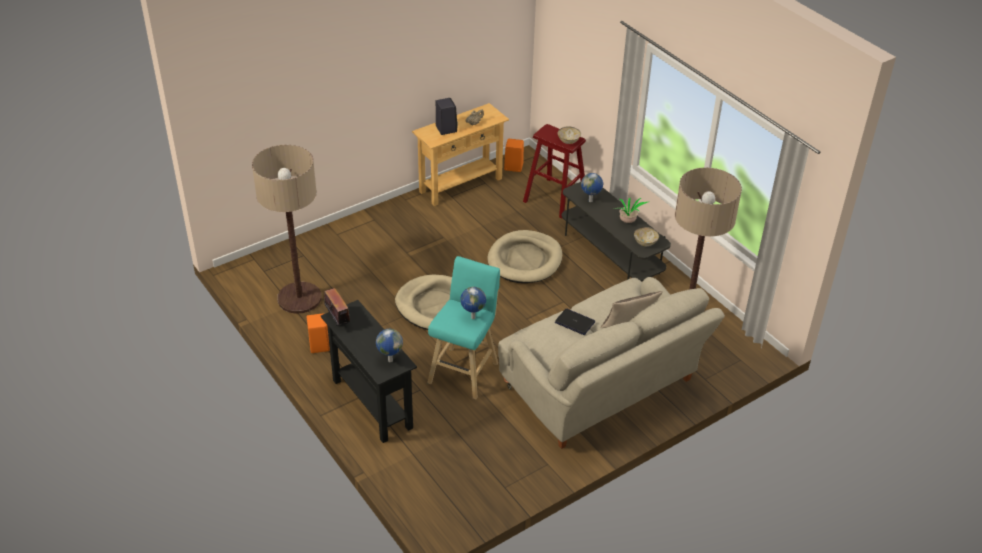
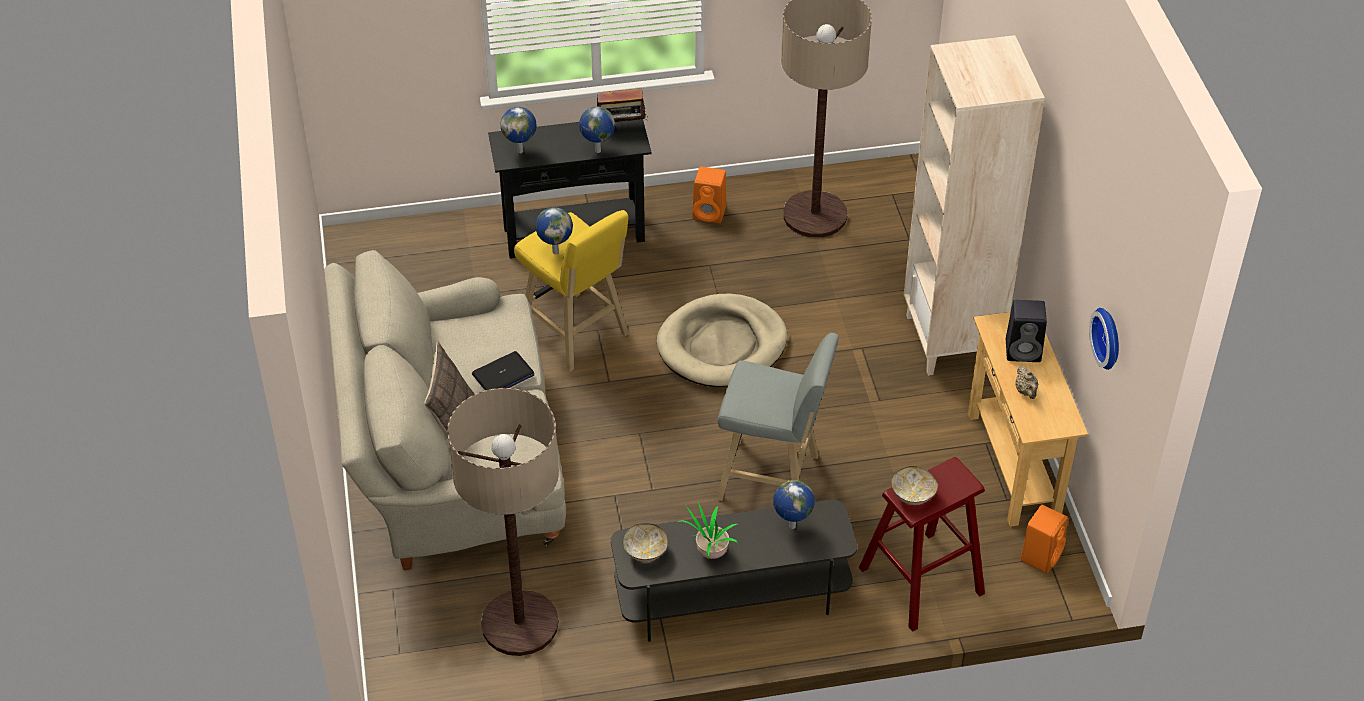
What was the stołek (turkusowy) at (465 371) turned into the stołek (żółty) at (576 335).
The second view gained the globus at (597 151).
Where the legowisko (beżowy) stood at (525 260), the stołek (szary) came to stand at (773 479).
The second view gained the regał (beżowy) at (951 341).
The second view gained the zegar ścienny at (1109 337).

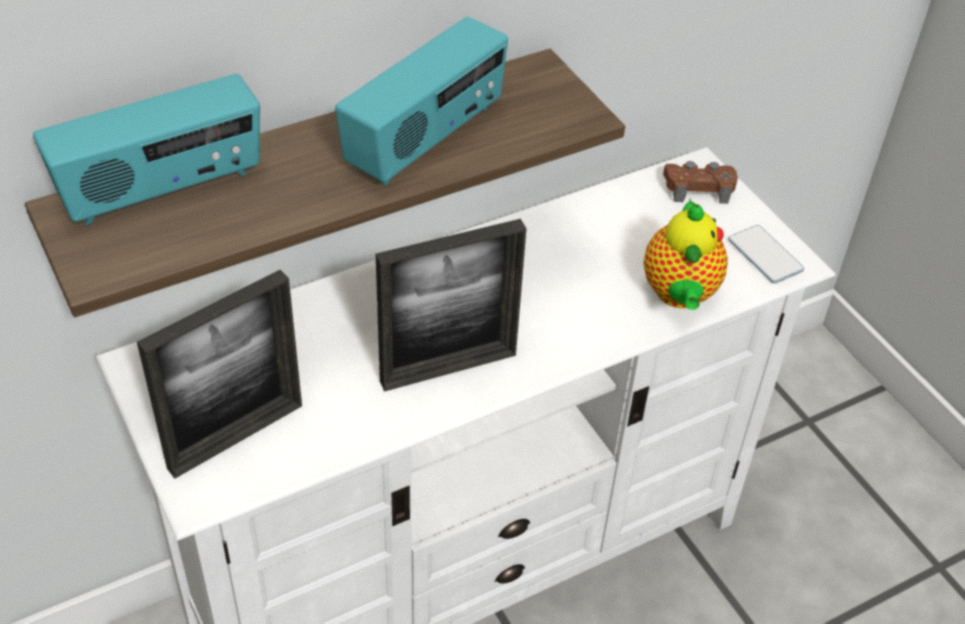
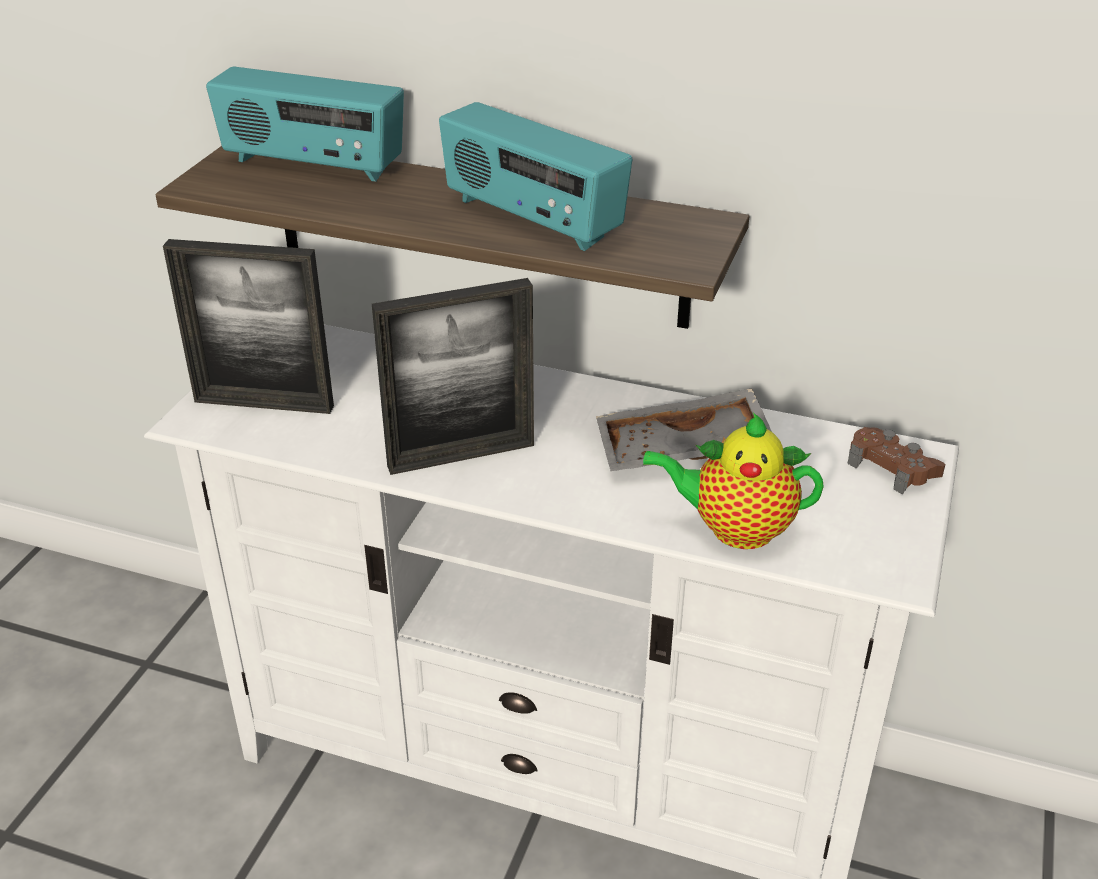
The ramka na zdjęcie at (448 368) ended up facing another way, 45 degrees counterclockwise from before.
The radio at (426 140) ended up facing another way, 45 degrees clockwise from before.
The second view gained the taca (szary) at (682 451).
The imbryk at (679 295) ended up facing another way, 45 degrees clockwise from before.
The second view lost the telefon at (765 255).

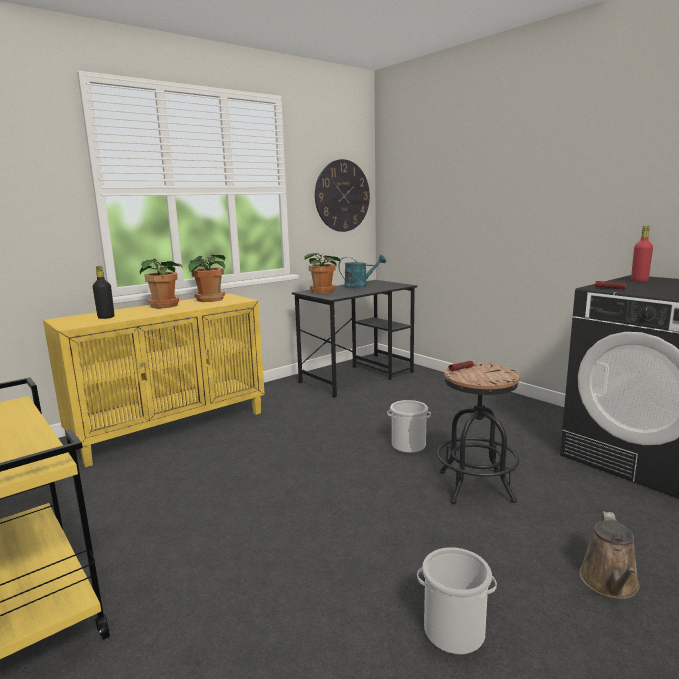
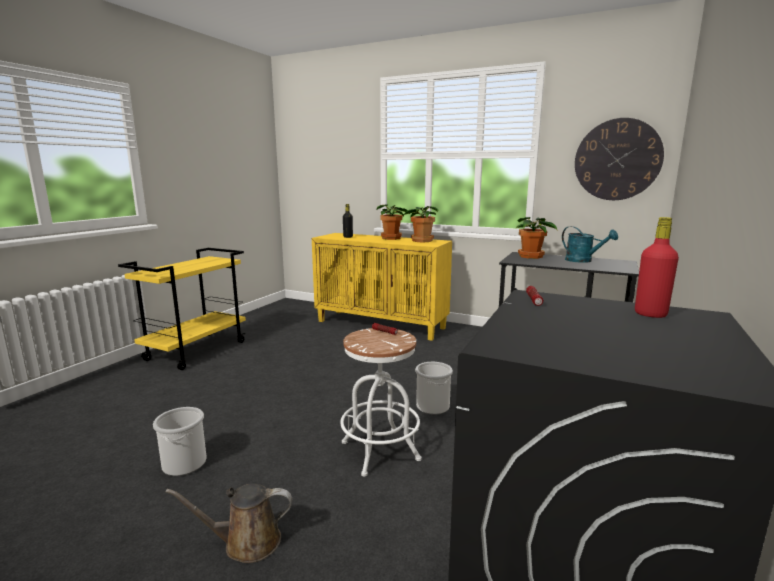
What was the stołek (czarny) at (475 486) turned into the stołek (biały) at (380 451).

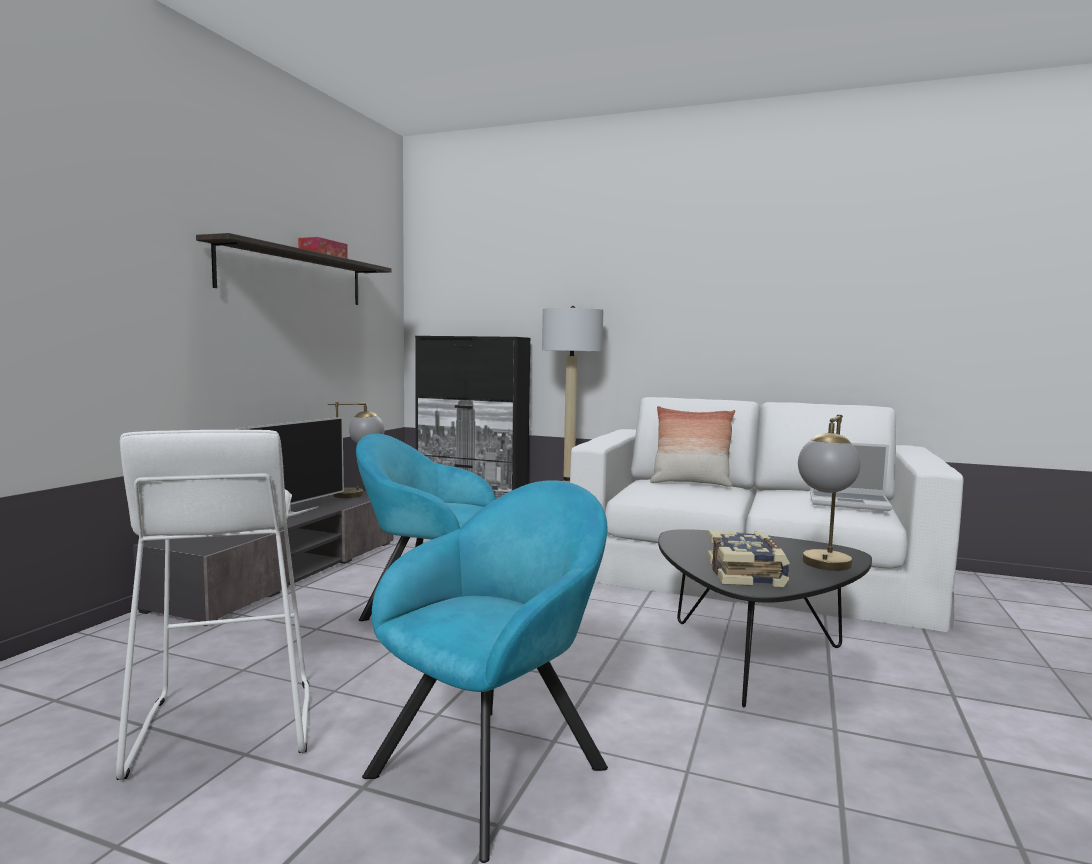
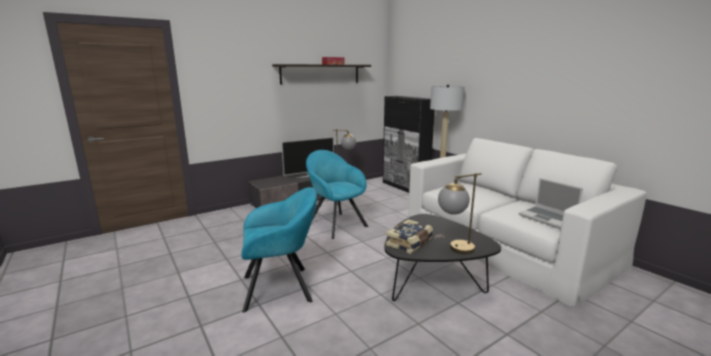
The second view lost the stołek (biały) at (224 726).
The second view lost the poduszka at (690 483).

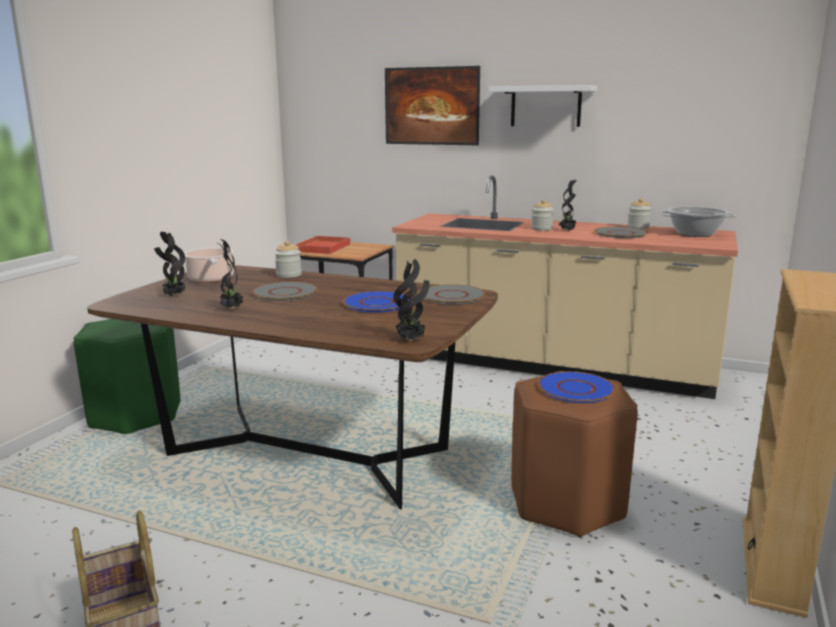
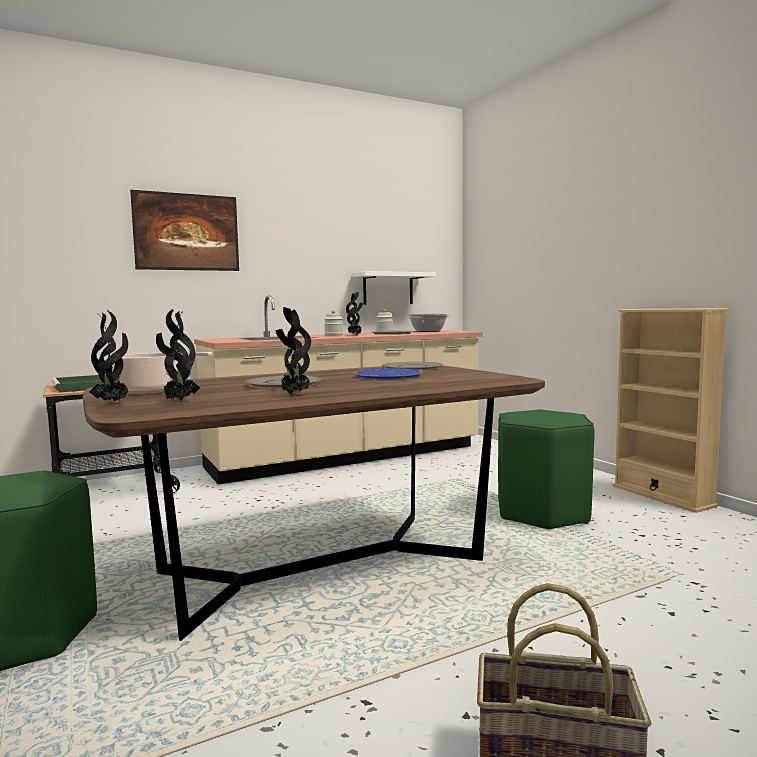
What was the taca (czerwony) at (322 248) turned into the taca (zielony) at (83 387).
The roślina doniczkowa ended up elsewhere, having gone from (411 340) to (113 403).
The półka (biały) ended up elsewhere, having gone from (545 106) to (388 288).
What was the stołek (brązowy) at (566 504) turned into the stołek (zielony) at (543 514).
The second view lost the słoik at (288 275).
The second view lost the talerz (niebieski) at (575 389).

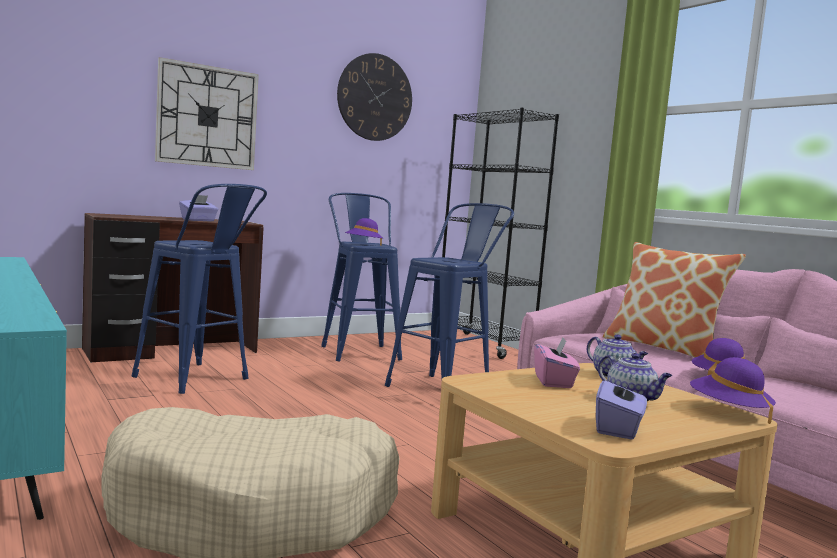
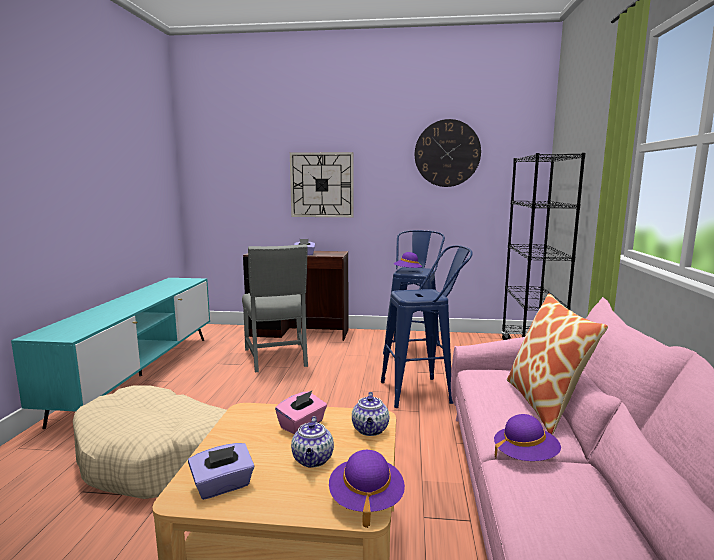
Where the stołek (niebieski) stood at (198 381), the krzesło (szary) came to stand at (277 358).

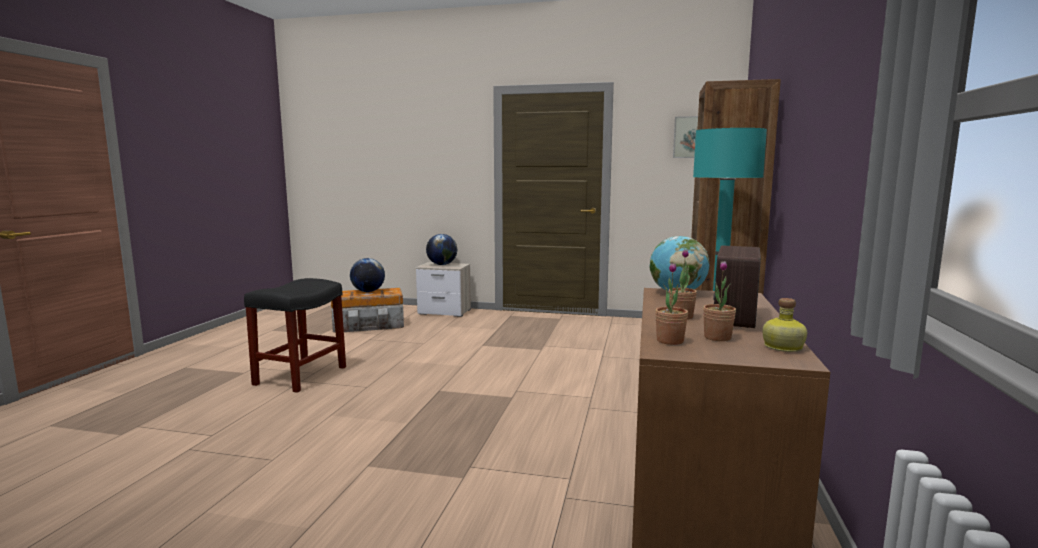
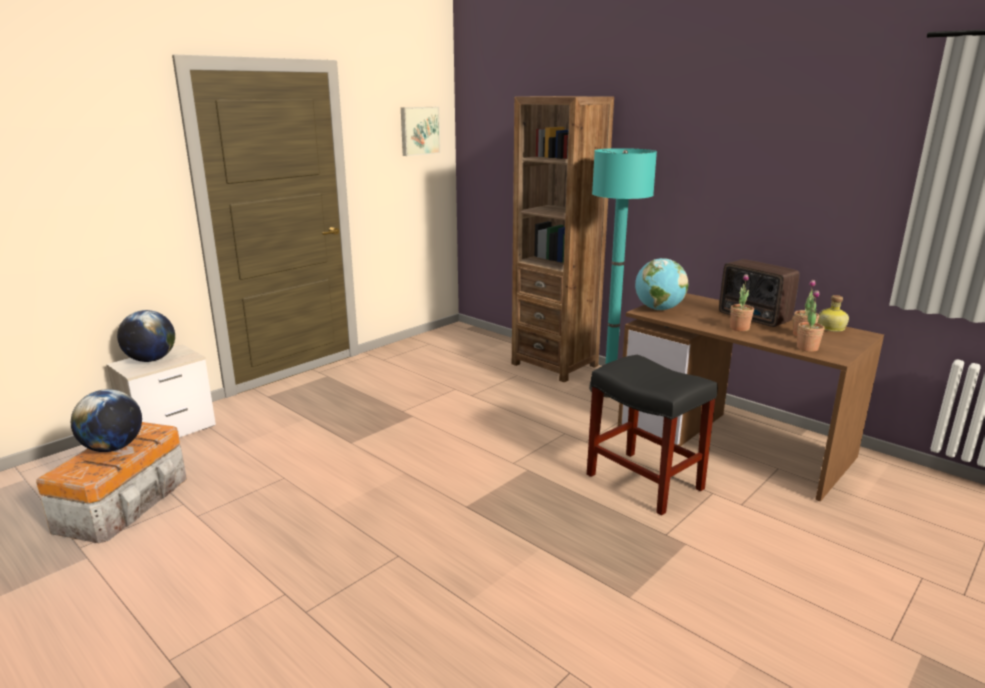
The stołek (czarny) ended up elsewhere, having gone from (301 375) to (642 481).

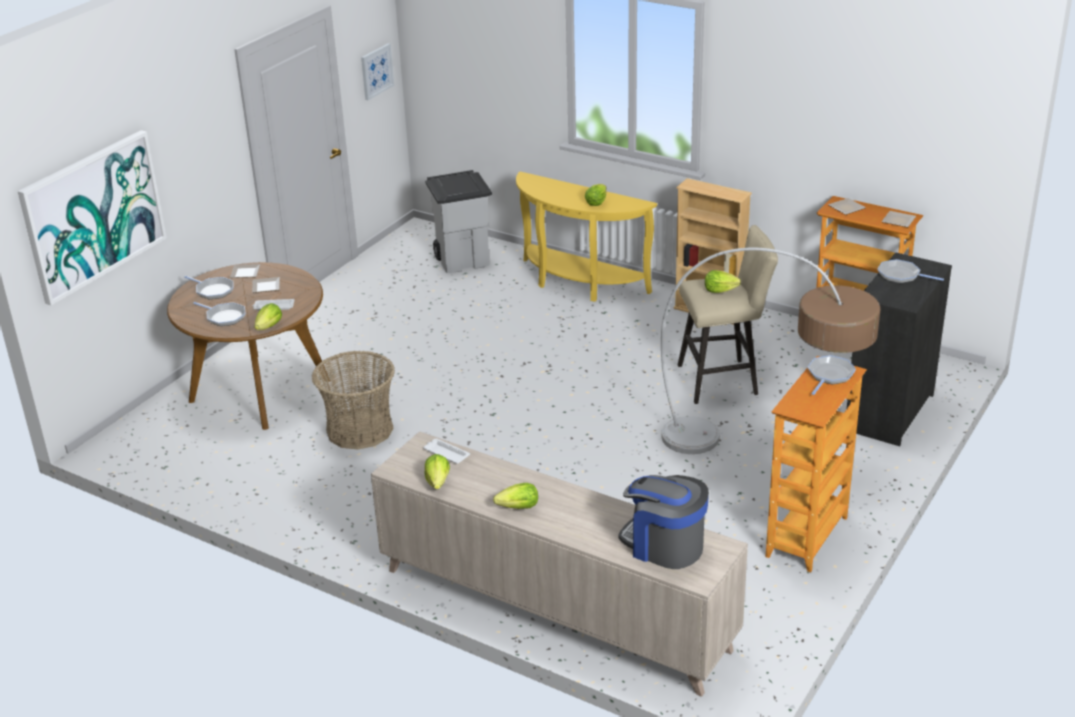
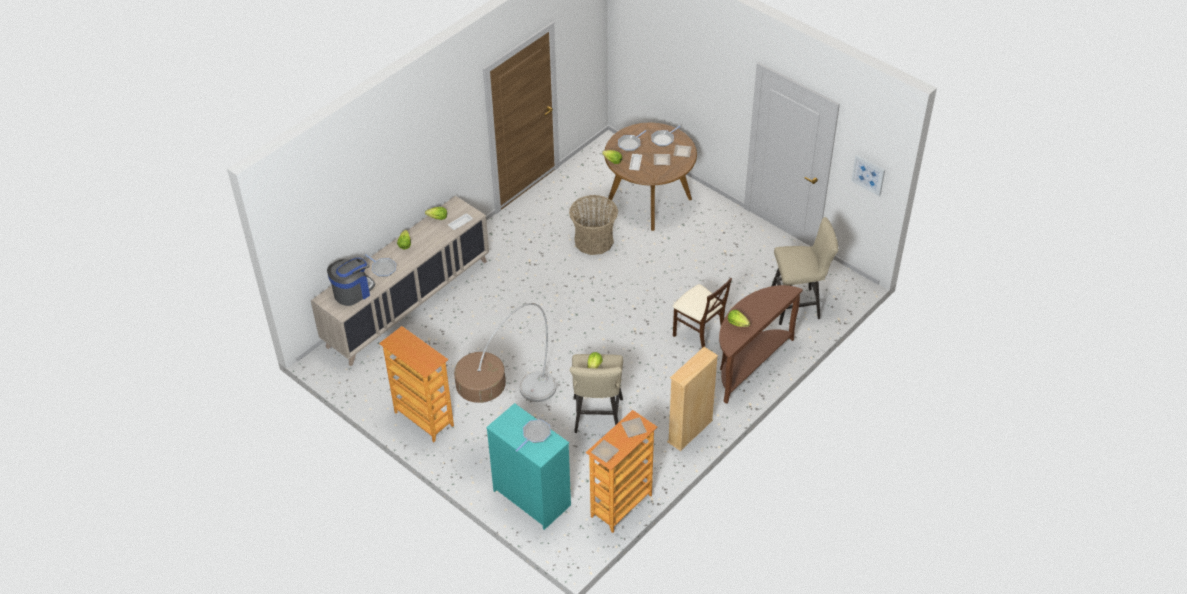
The patelnia ended up elsewhere, having gone from (829 375) to (383 268).
What was the komoda (czarny) at (888 412) turned into the komoda (turkusowy) at (532 497).
The second view gained the krzesło (beżowy) at (699 335).
What was the stolik konsolowy (żółty) at (577 284) turned into the stolik konsolowy (brązowy) at (748 364).
Where the kosz na śmieci (szary) stood at (463 260), the stołek (beżowy) came to stand at (799 305).
The second view lost the obraz at (93 215).

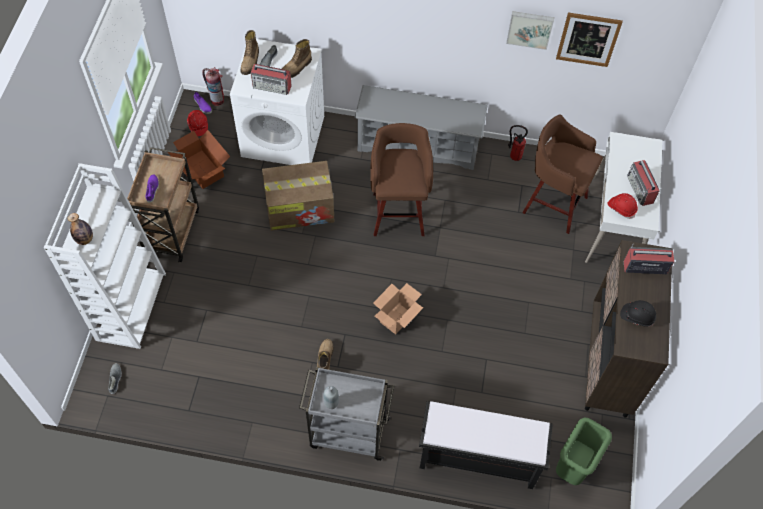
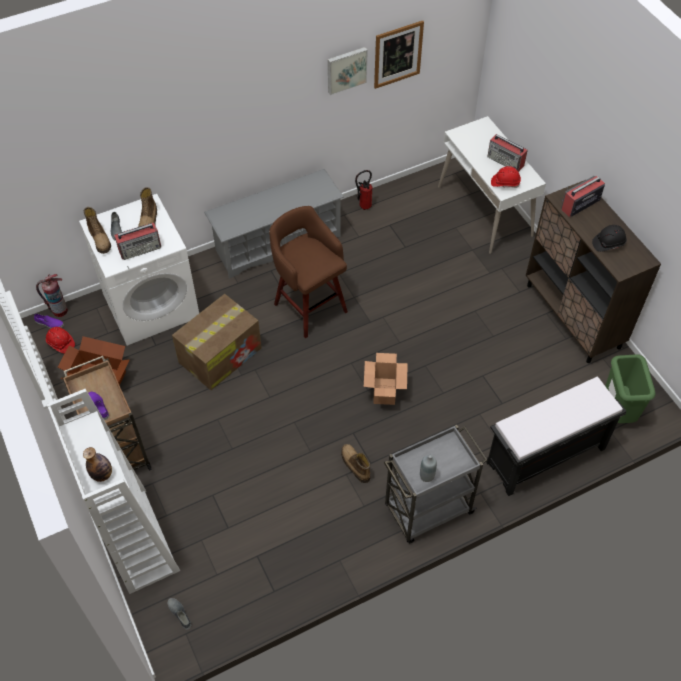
The second view lost the stołek (brązowy) at (553 203).

